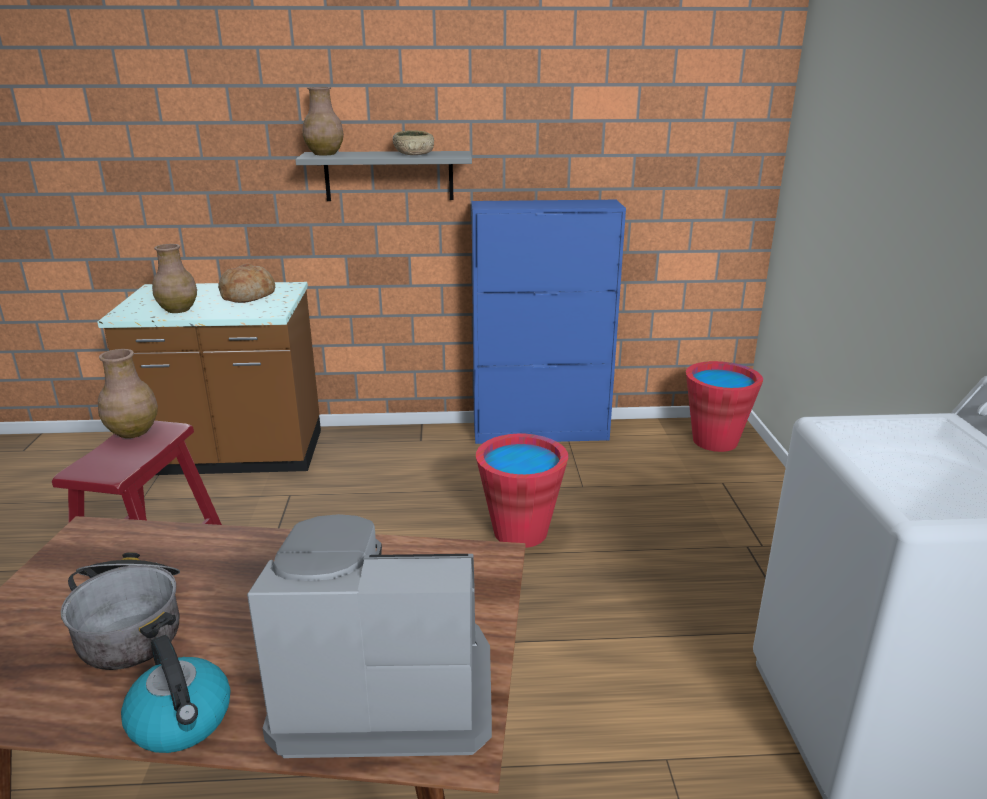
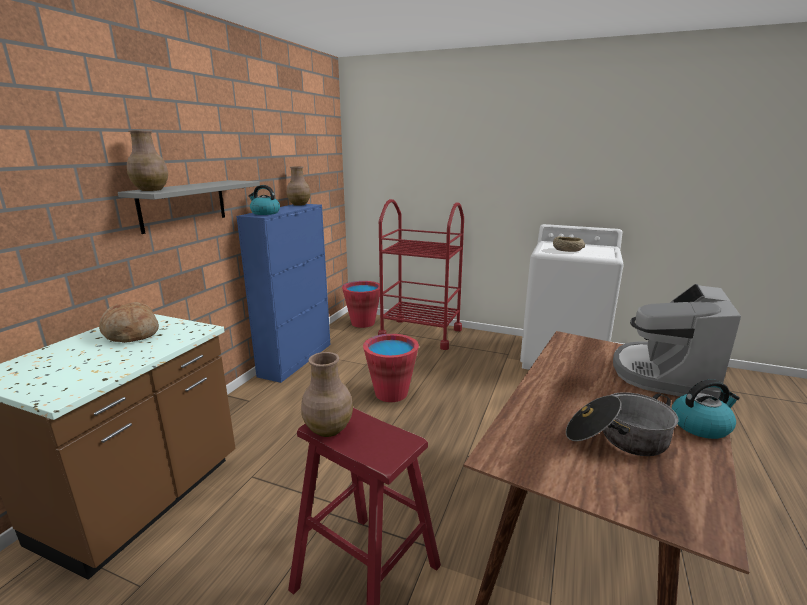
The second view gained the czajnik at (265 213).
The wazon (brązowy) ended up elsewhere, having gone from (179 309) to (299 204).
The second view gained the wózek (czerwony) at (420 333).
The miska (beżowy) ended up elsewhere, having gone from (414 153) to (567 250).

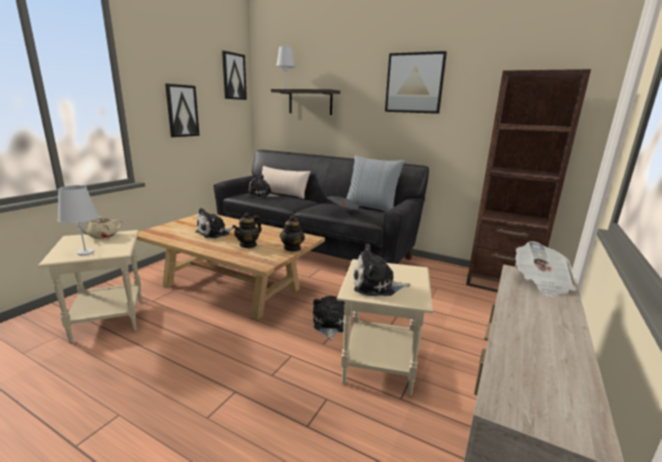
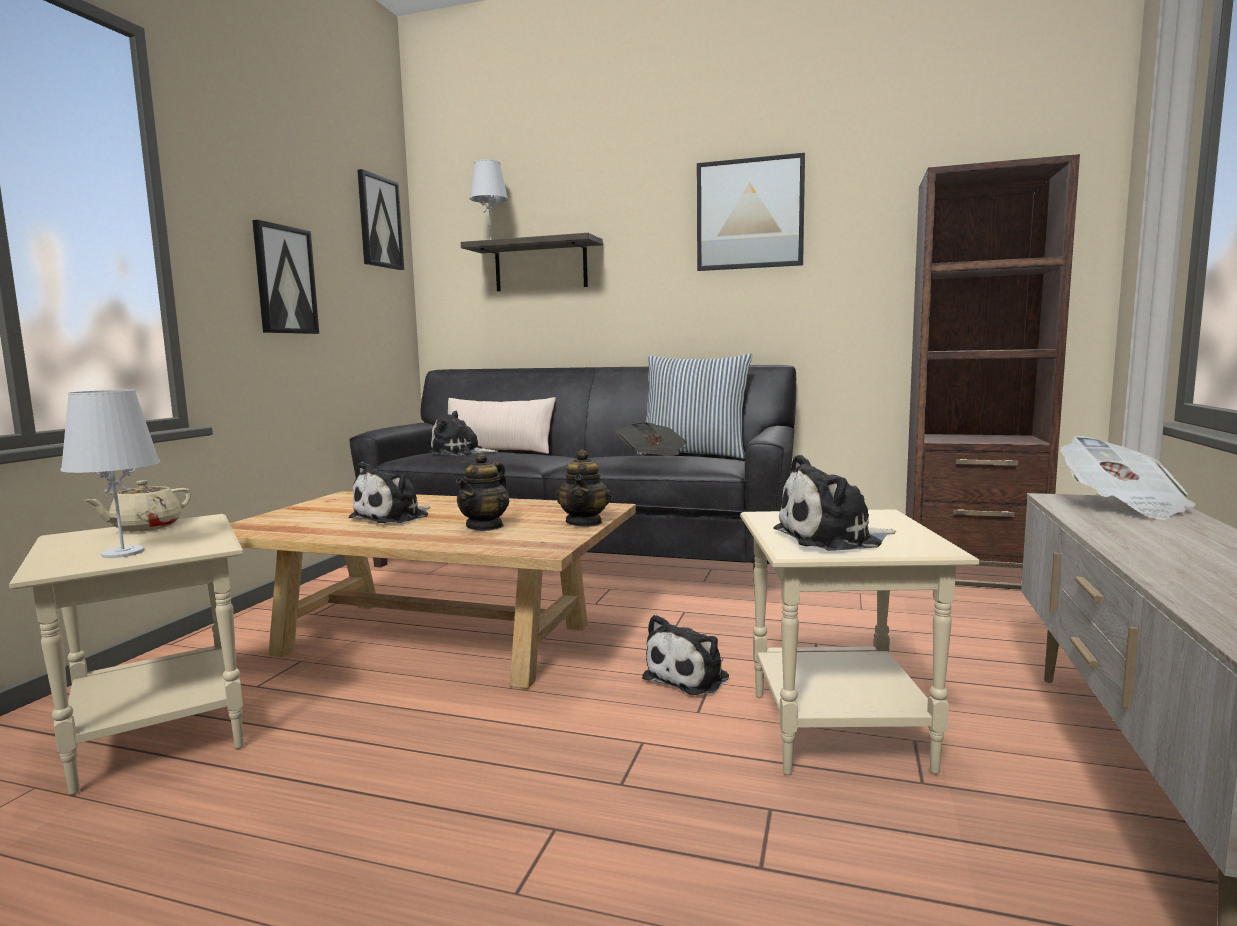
The pluszak at (329 324) ended up facing another way, 135 degrees counterclockwise from before.

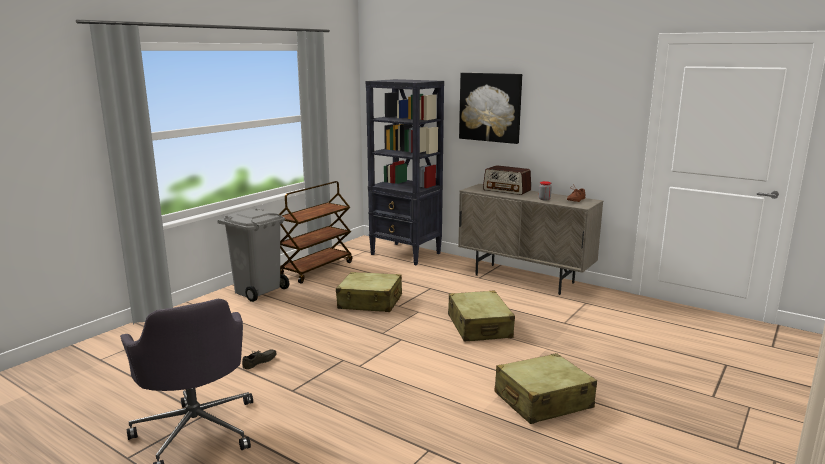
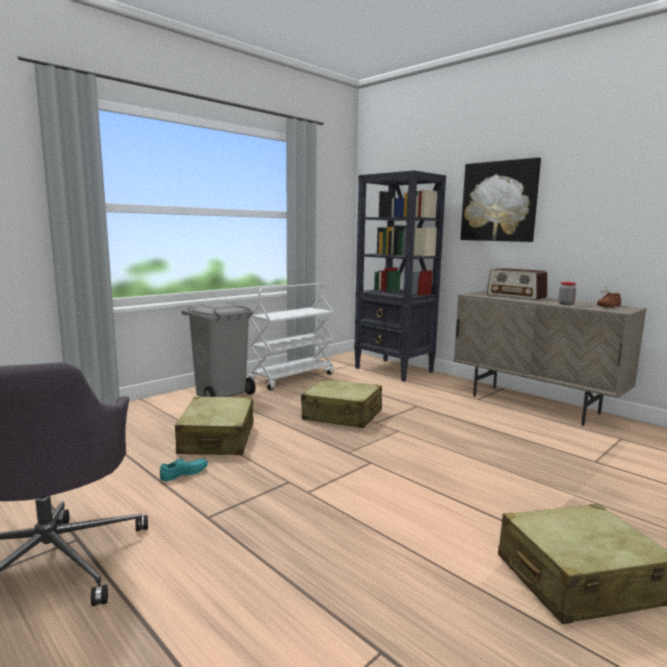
What was the but (szary) at (260 362) turned into the but (turkusowy) at (185 474).
The walizka (beżowy) ended up elsewhere, having gone from (479 326) to (217 439).
What was the wózek (brązowy) at (316 269) turned into the wózek (biały) at (292 378).

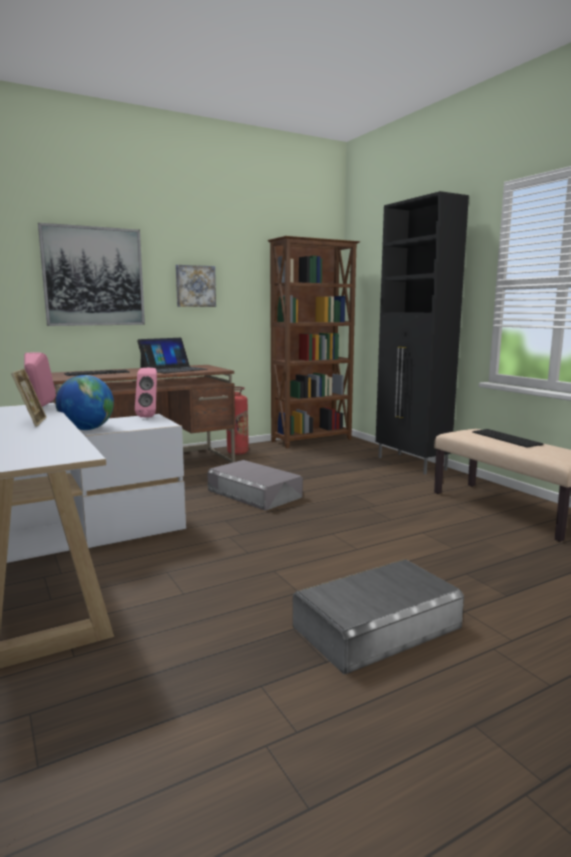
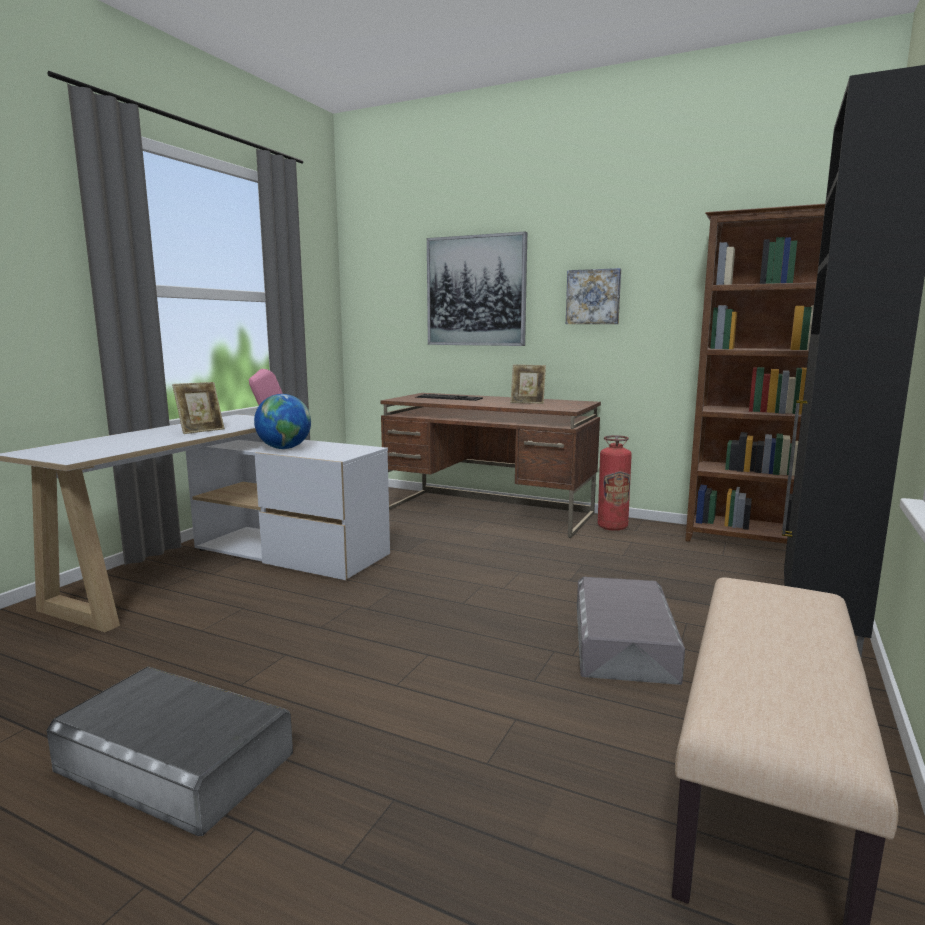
Where the laptop stood at (173 369), the ramka na zdjęcie came to stand at (527 402).
The pojemnik do przechowywania (szary) ended up elsewhere, having gone from (254 493) to (624 642).
The second view lost the głośnik (różowy) at (150 416).
The second view lost the klawiatura at (507 438).

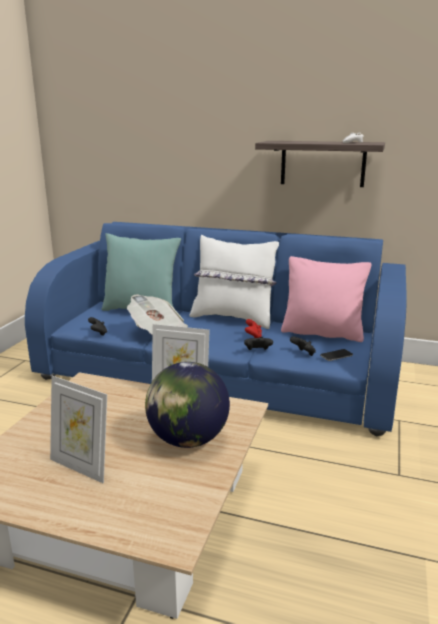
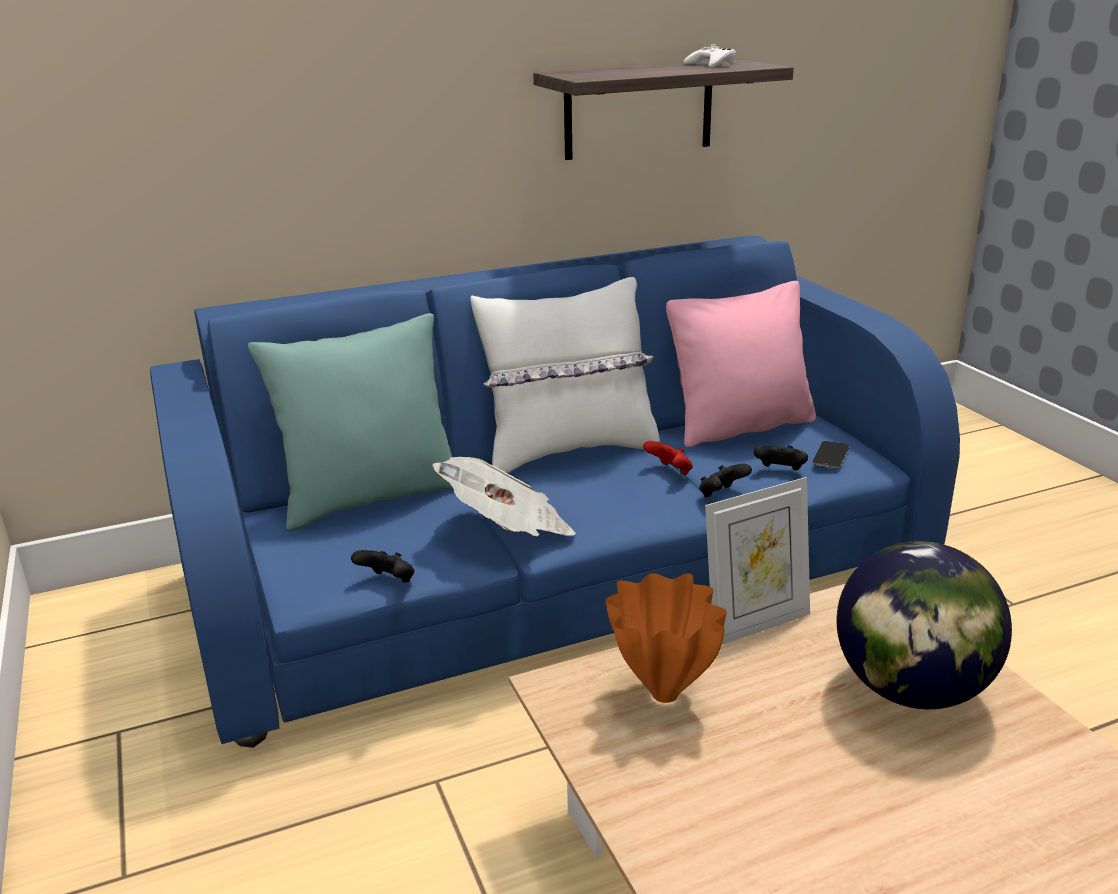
The second view gained the wazon (pomarańczowy) at (662 693).
The second view lost the ramka na zdjęcie at (81 467).

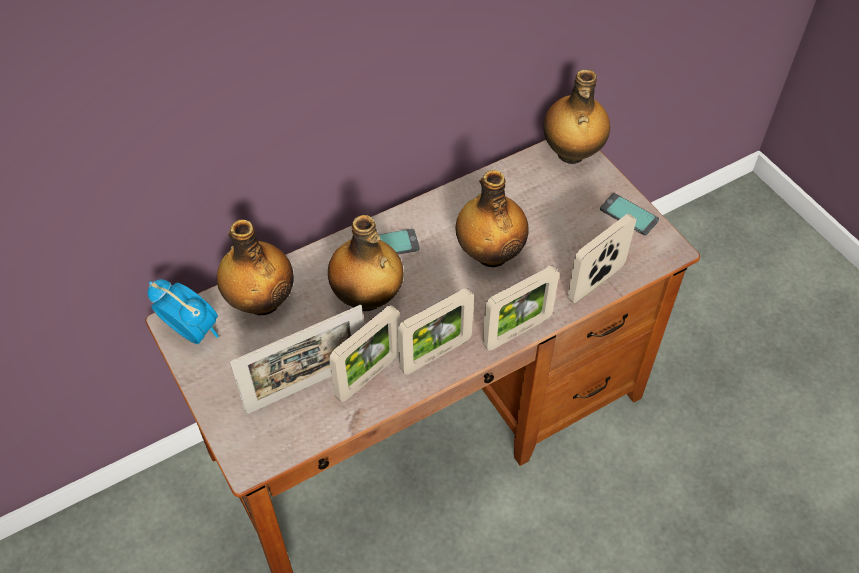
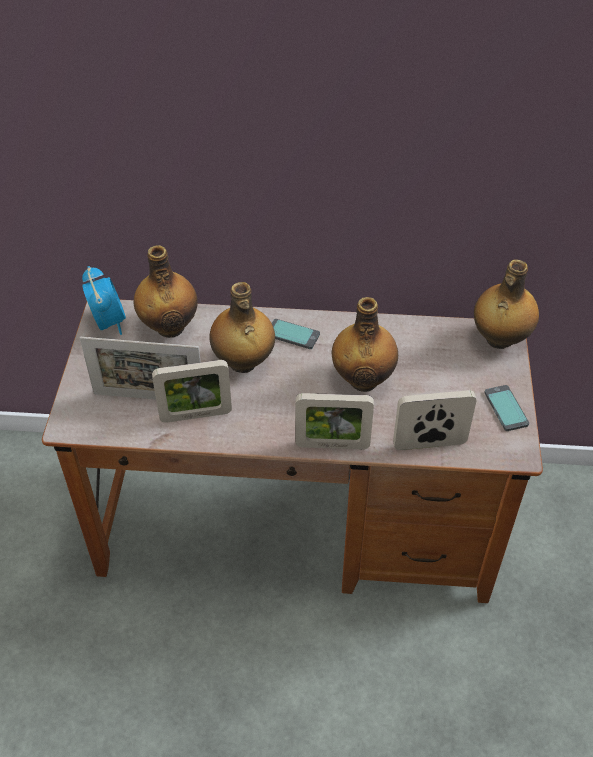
The second view lost the ramka na zdjęcie at (435 354).

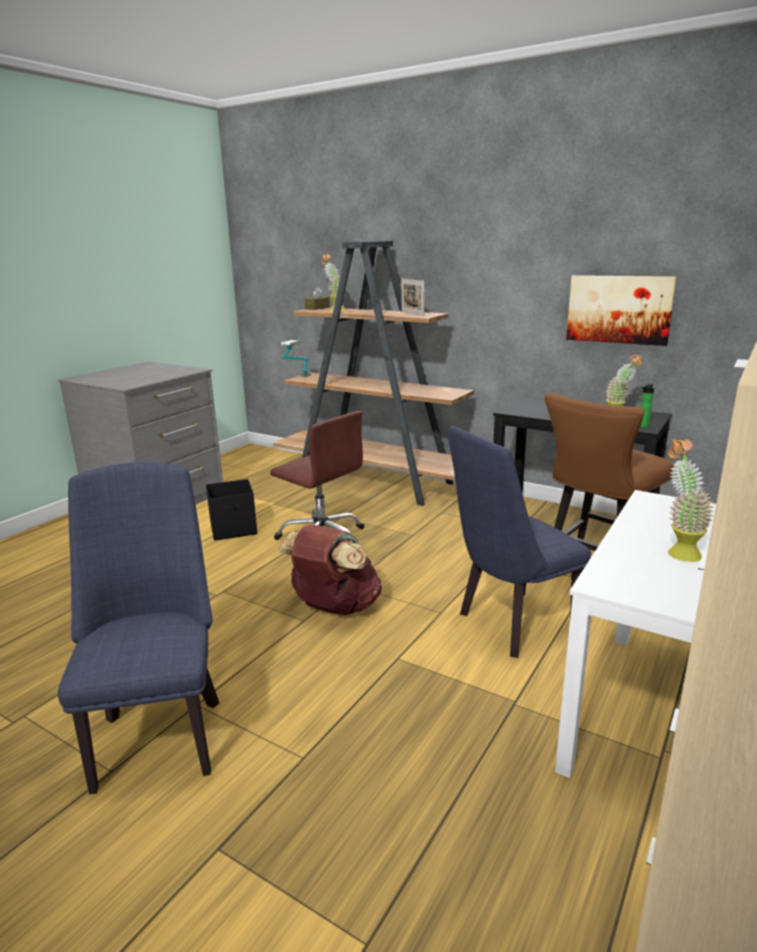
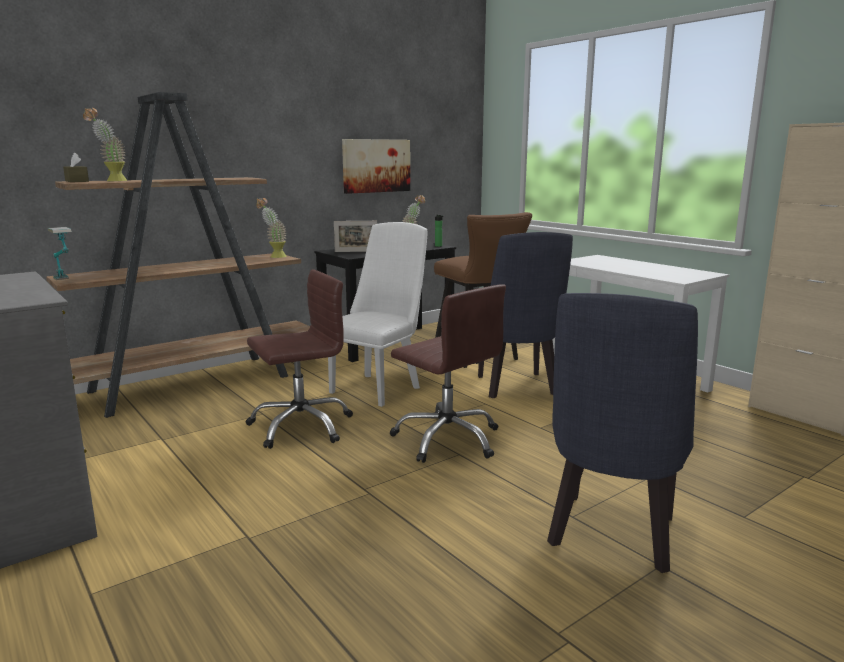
The roślina doniczkowa ended up elsewhere, having gone from (678 551) to (274 256).
The second view gained the krzesło (biały) at (379 387).
The ramka na zdjęcie ended up elsewhere, having gone from (412 313) to (356 251).
Where the plecak (brązowy) stood at (334 608), the krzesło biurowe (brązowy) came to stand at (447 439).
The krzesło (niebieski) at (159 734) ended up facing another way, 75 degrees counterclockwise from before.
The second view lost the pojemnik do przechowywania (czarny) at (234 529).

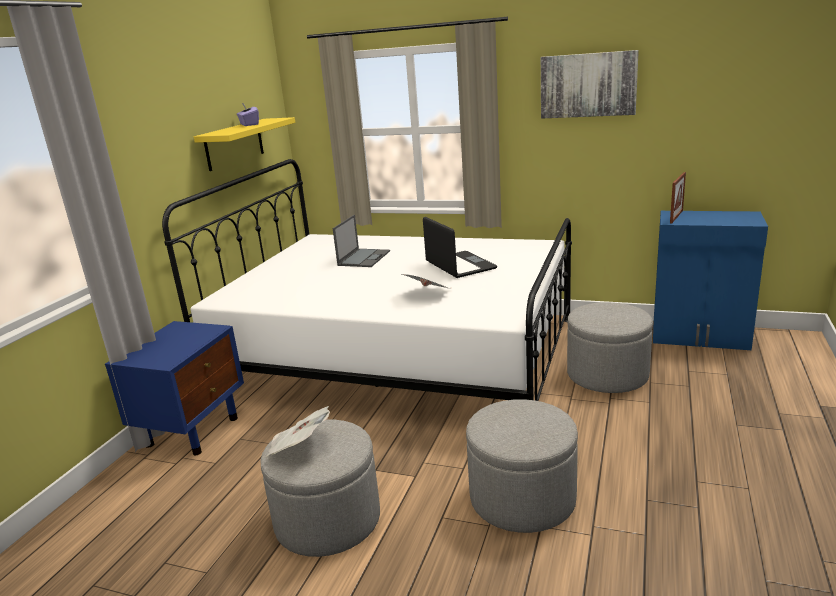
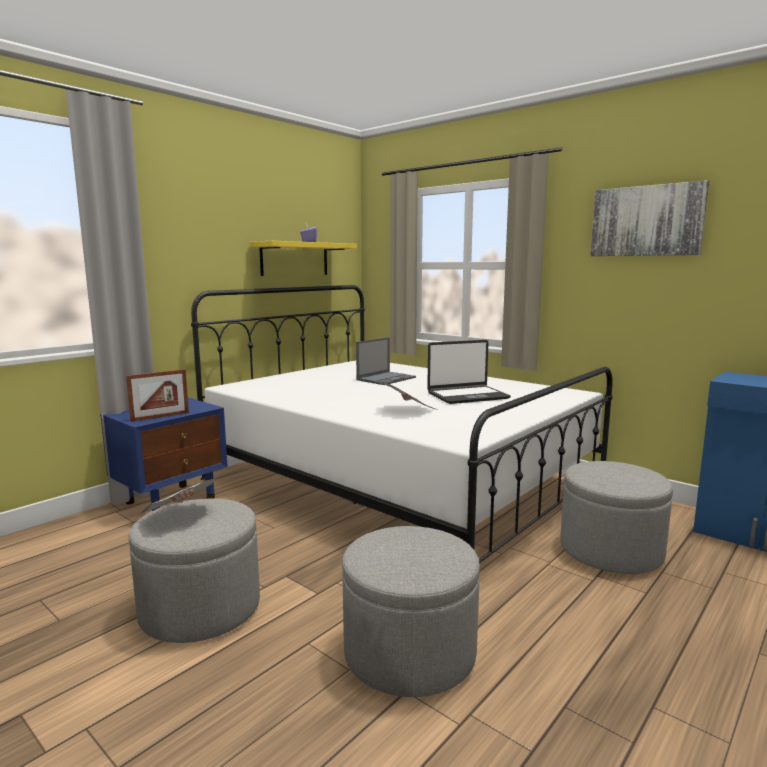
The ramka na zdjęcie ended up elsewhere, having gone from (676 216) to (160 417).
The laptop at (459 266) ended up facing another way, 75 degrees clockwise from before.

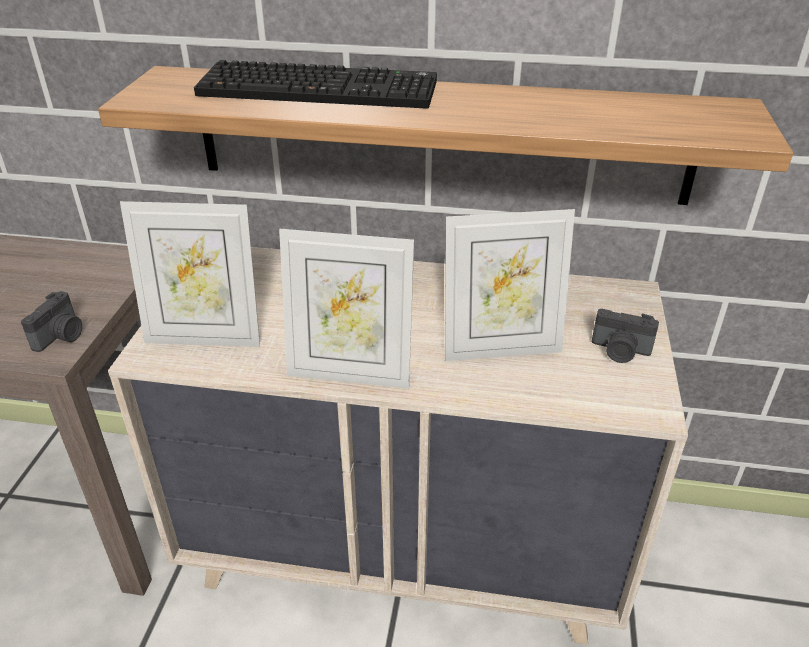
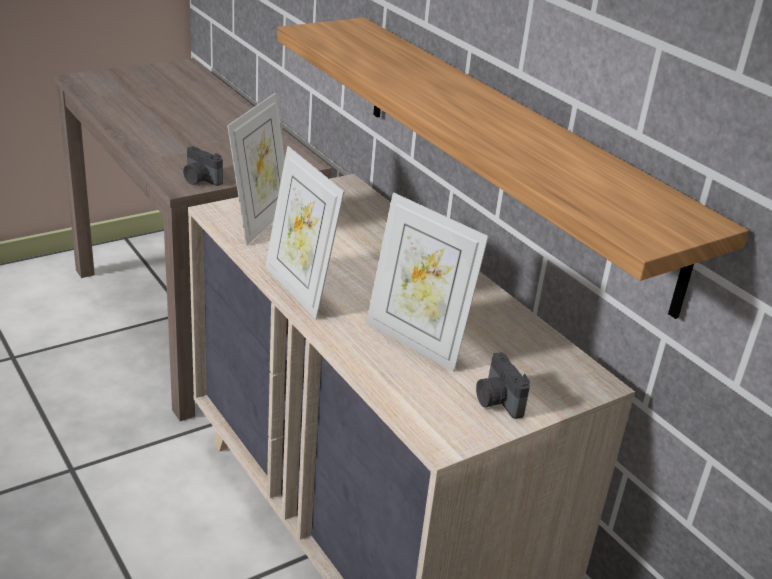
The aparat fotograficzny at (61 336) ended up facing another way, 60 degrees clockwise from before.
The ramka na zdjęcie at (205 337) ended up facing another way, 120 degrees counterclockwise from before.
The second view lost the klawiatura at (321 88).

